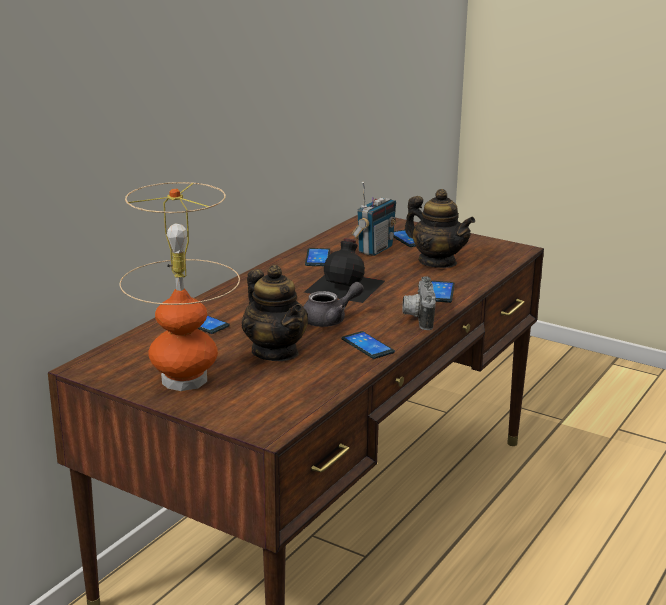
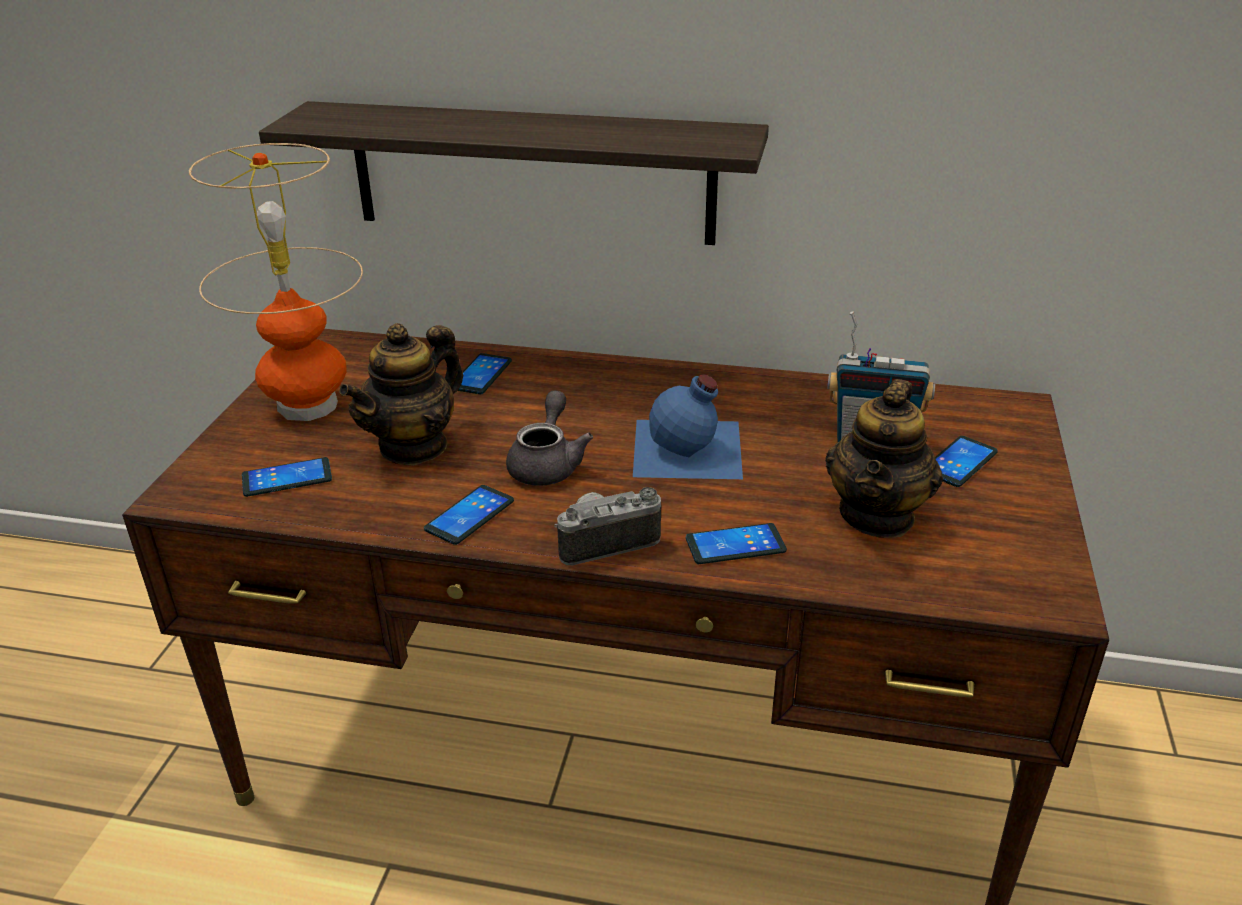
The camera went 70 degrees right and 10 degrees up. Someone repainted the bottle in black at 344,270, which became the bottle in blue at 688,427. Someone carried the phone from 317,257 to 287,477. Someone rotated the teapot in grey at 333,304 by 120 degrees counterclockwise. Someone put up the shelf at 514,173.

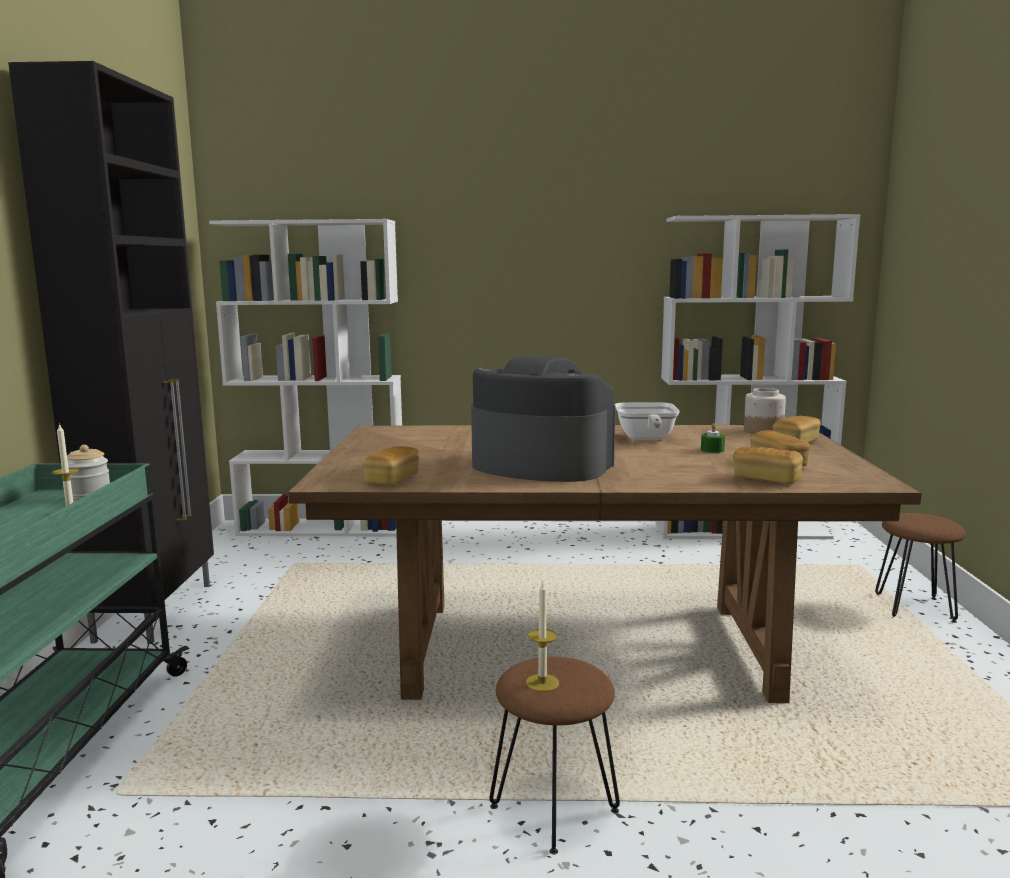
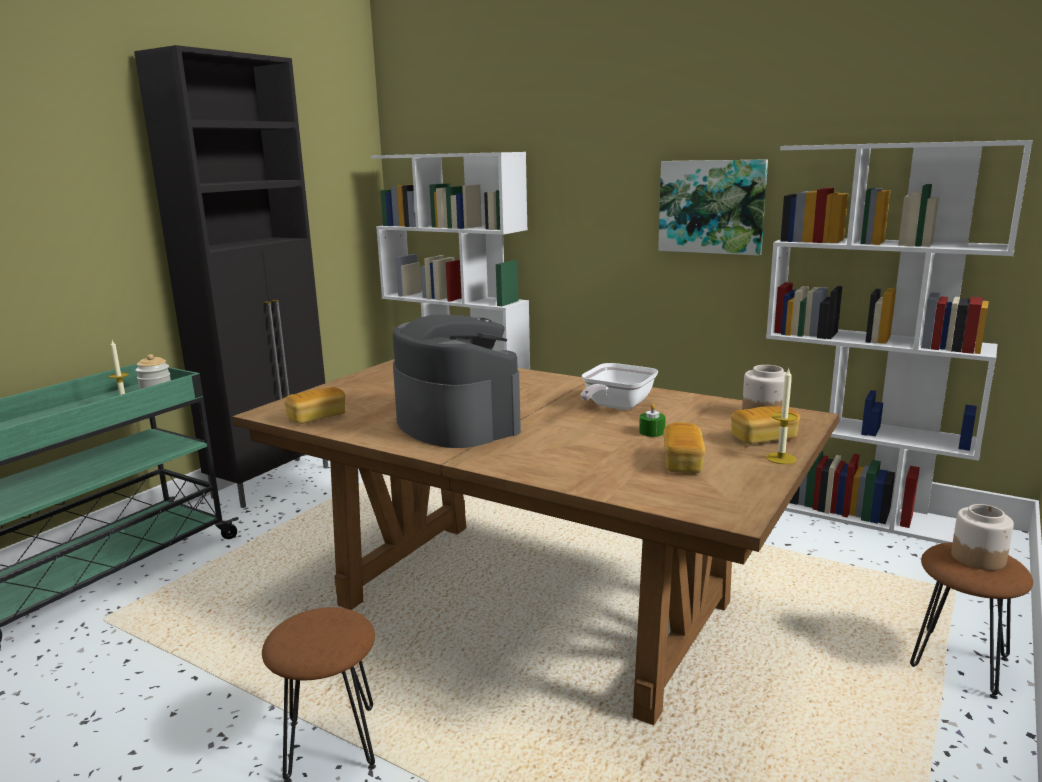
The camera went 30 degrees right and 5 degrees up. Someone took away the bread at 768,465. Someone carried the candle from 542,637 to 782,416. Someone put up the picture at 713,207. Someone put down the jar at 982,537.

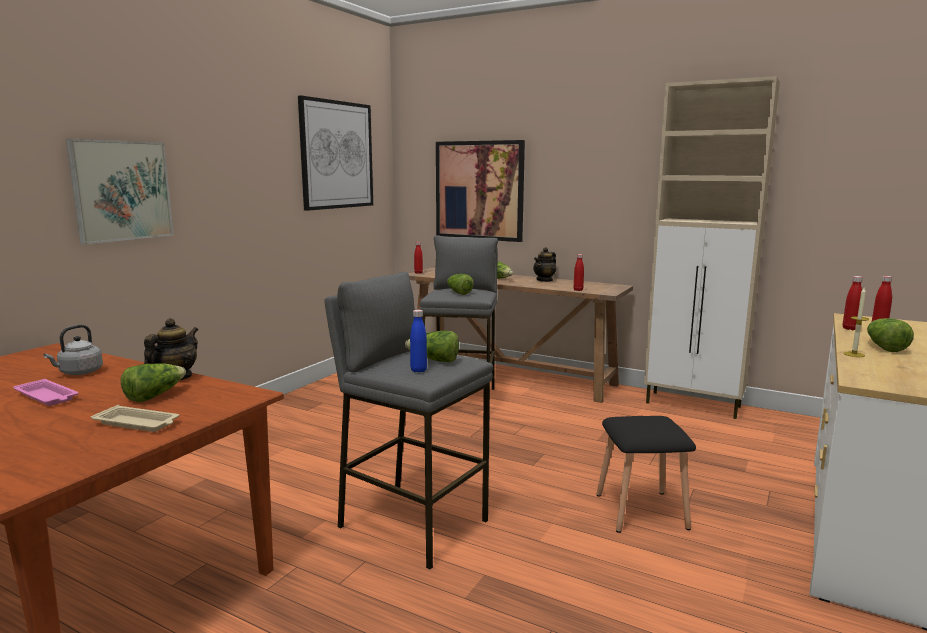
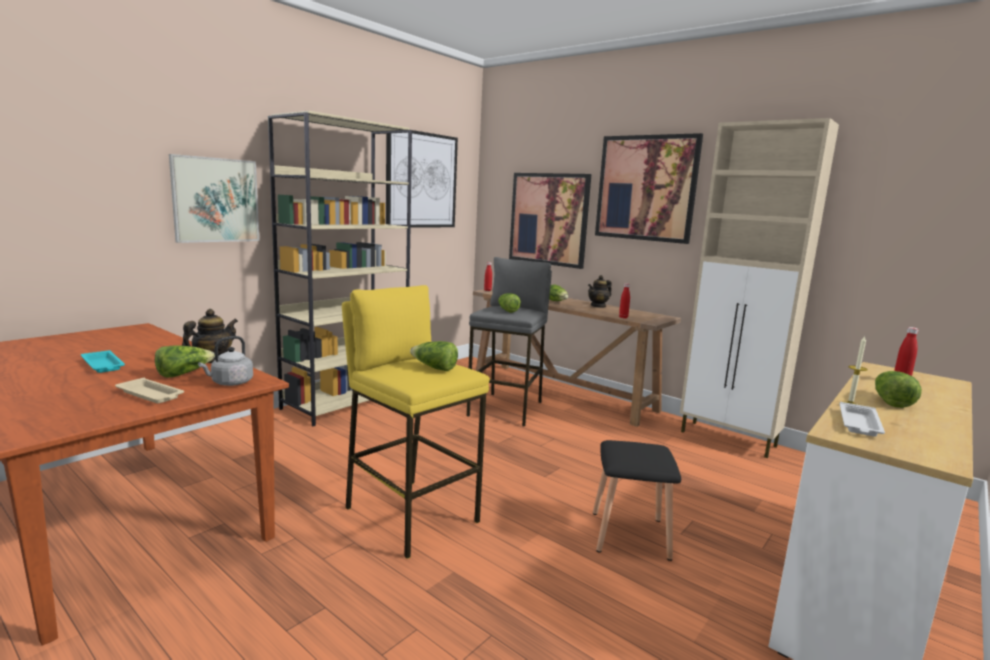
The camera went 10 degrees right and 0 degrees up. Someone repainted the stool in grey at 408,420, which became the stool in yellow at 416,422. Someone took away the bottle in red at 853,303. Someone took away the bottle in blue at 418,341. Someone carried the kettle in grey from 73,350 to 225,361. Someone repainted the tray in pink at 46,392, which became the tray in turquoise at 103,361. Someone put down the bookcase in beige at 340,268. Someone put up the picture at 649,188. Someone put down the tray in white at 862,419.

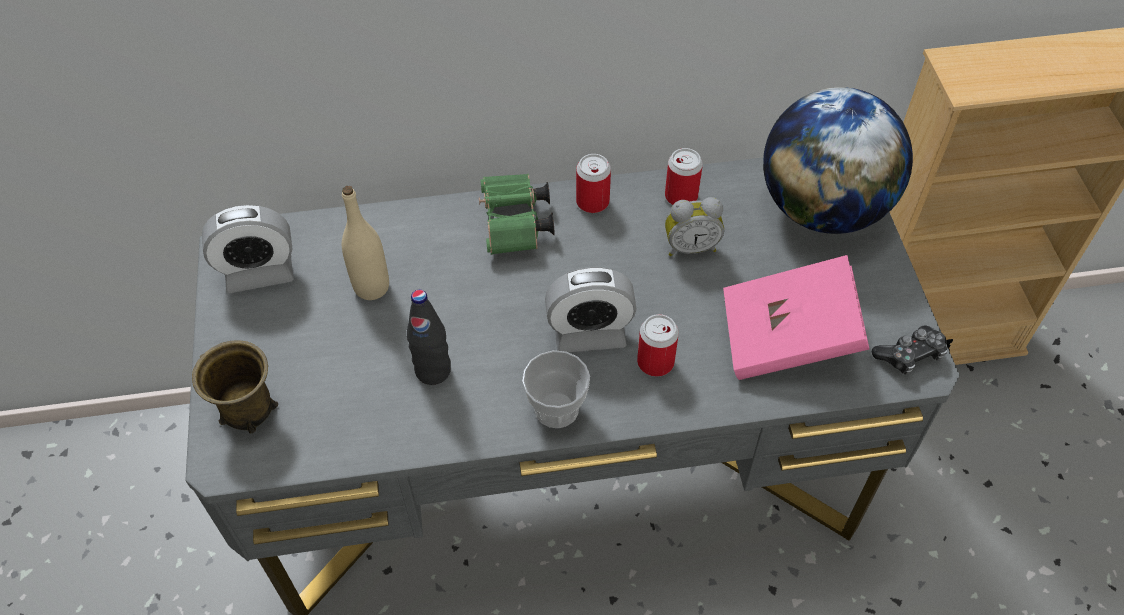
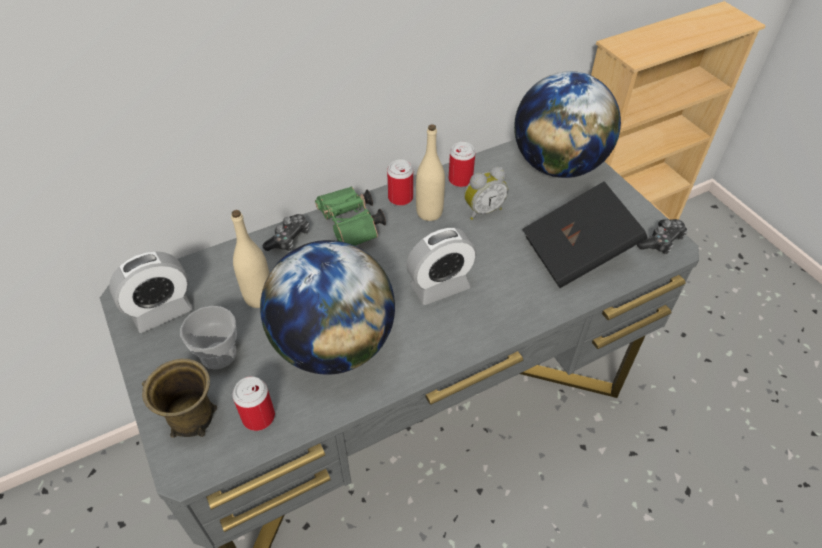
The camera went 20 degrees left and 5 degrees down. Someone repainted the book in pink at 796,317, which became the book in black at 584,234. Someone swapped the bottle in black at 429,337 for the globe at 327,307. Someone carried the can from 658,345 to 254,403. Someone carried the cup from 556,389 to 208,337. Someone put down the bottle in beige at 430,172. Someone put down the game controller at 285,232.

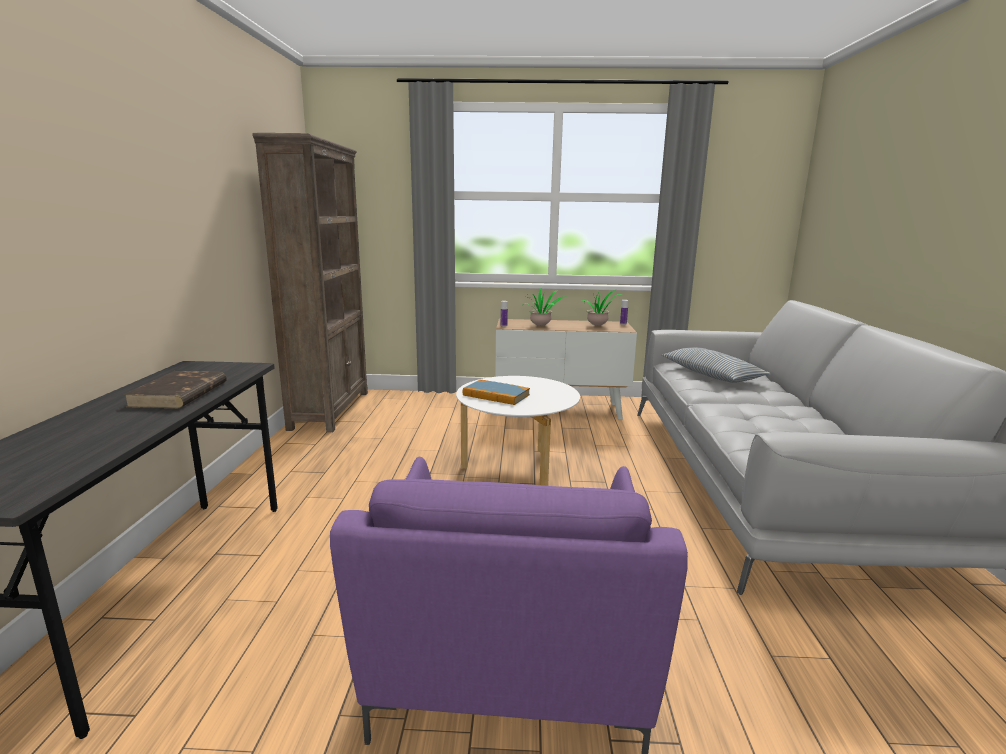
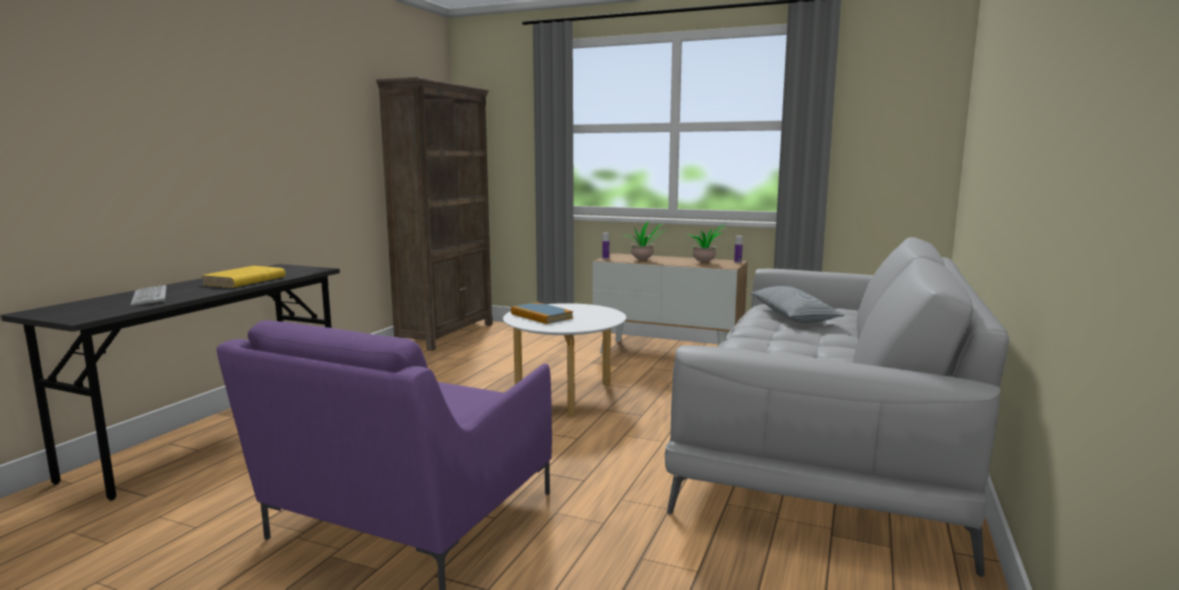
The camera went 20 degrees right and 5 degrees down. Someone repainted the book in brown at 175,390, which became the book in yellow at 243,277. Someone put down the keyboard at 148,295.

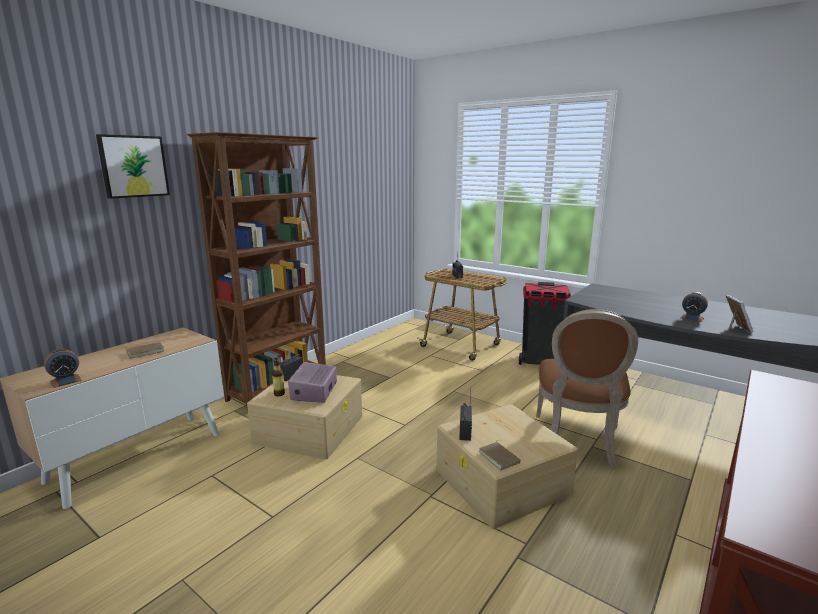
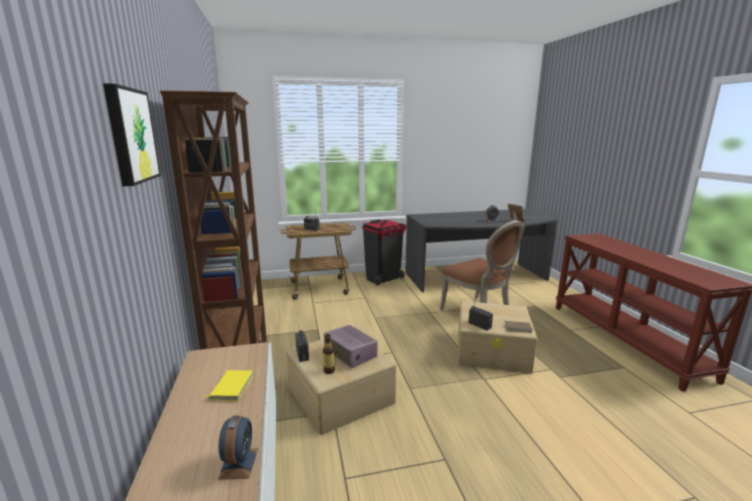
The camera went 50 degrees left and 0 degrees up. Someone repainted the book in brown at 144,350, which became the book in yellow at 226,386.

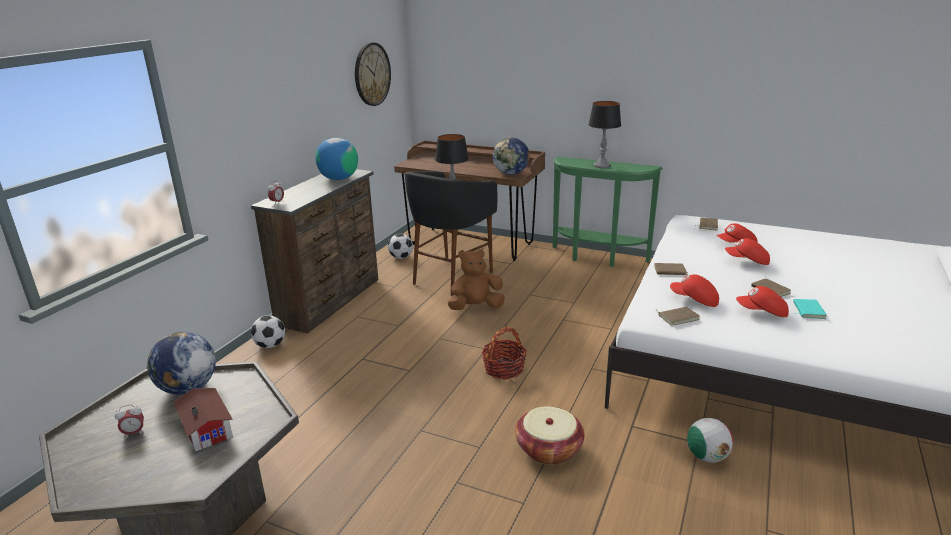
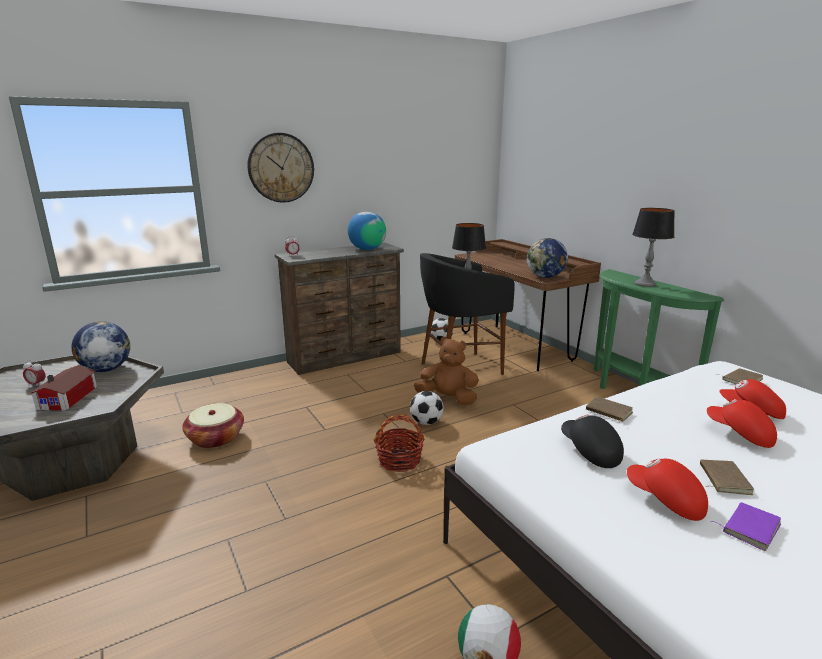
The camera went 35 degrees right and 5 degrees down. Someone carried the wall clock from 373,74 to 280,168. Someone repainted the cap in red at 694,290, which became the cap in black at 592,441. Someone repainted the book in turquoise at 810,309, which became the book in purple at 746,526. Someone took away the book in brown at 677,316. Someone carried the football from 268,331 to 427,408. Someone carried the basket from 550,436 to 213,425.

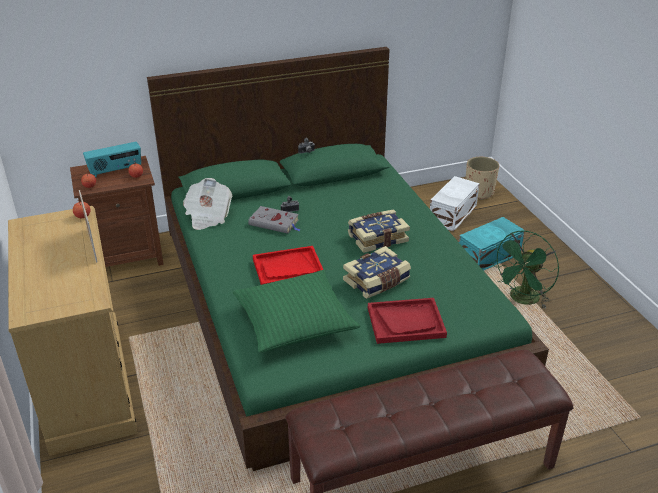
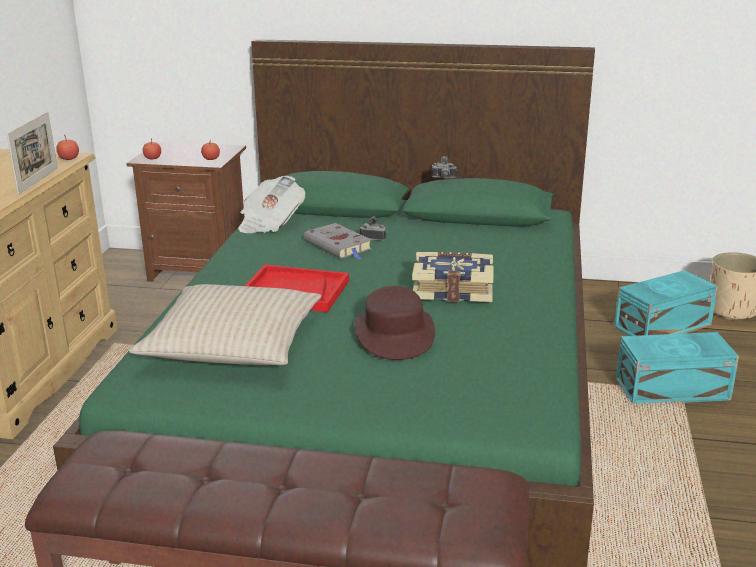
The camera went 30 degrees right and 10 degrees down. Someone took away the radio at 112,159. Someone repainted the storage box in white at 454,203, which became the storage box in turquoise at 666,303. Someone took away the fan in green at 525,269. Someone swapped the book at 377,272 for the hat in brown at 395,323. Someone repainted the pillow in green at 296,311, which became the pillow in beige at 225,324. Someone took away the tray in red at 407,321.

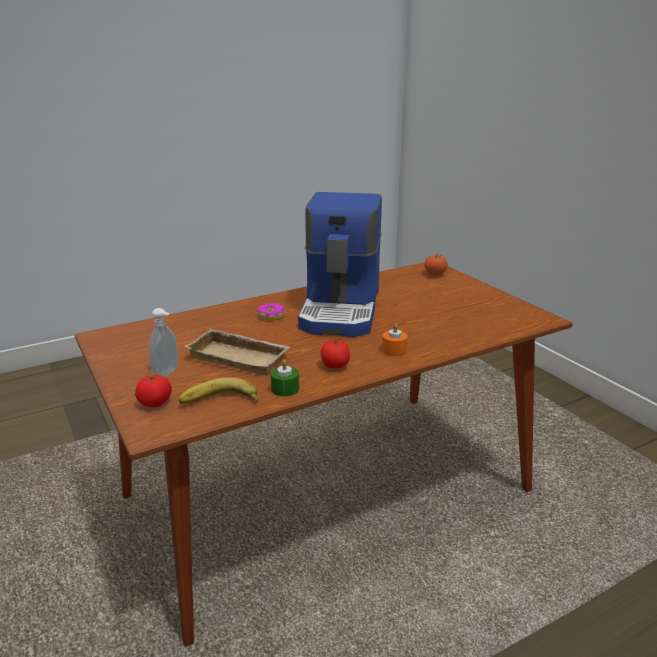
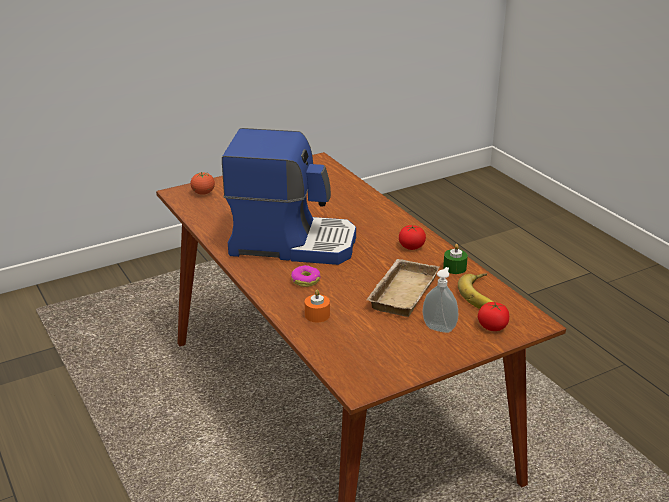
The camera went 90 degrees left and 5 degrees up. Someone carried the candle in orange from 395,339 to 317,306.

